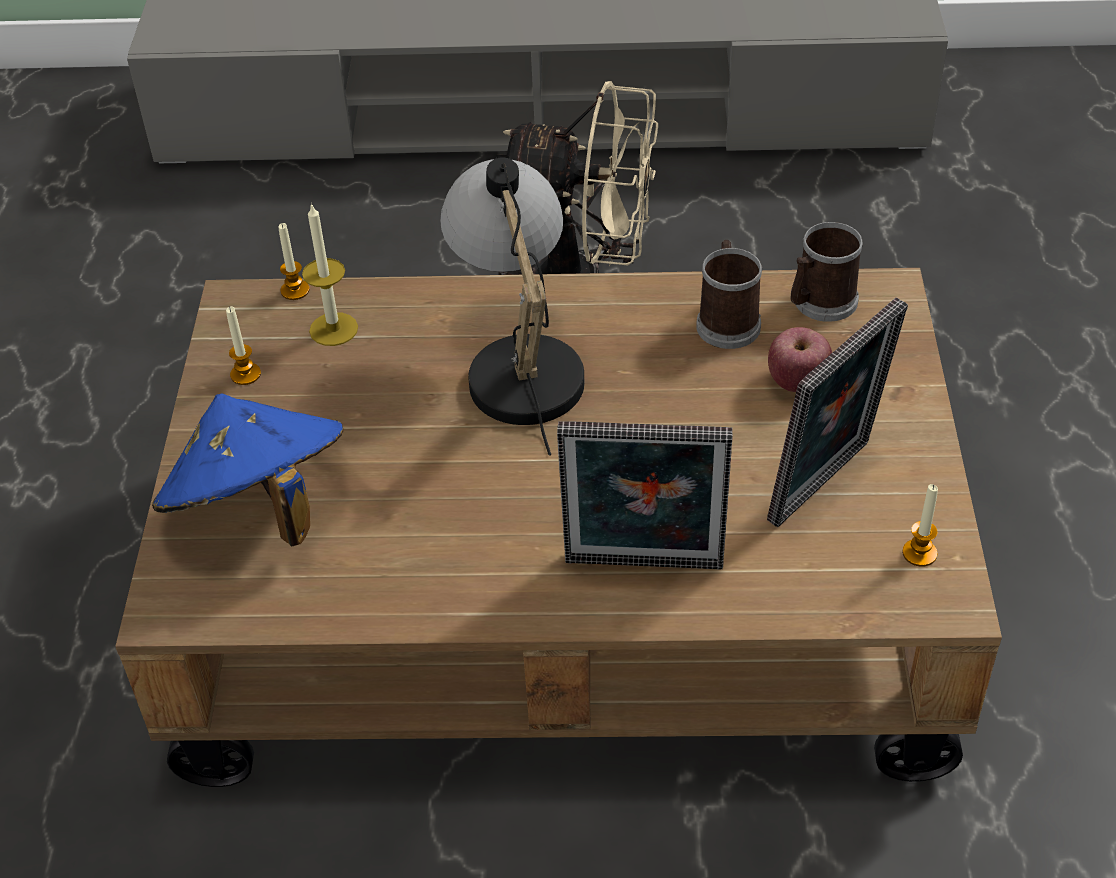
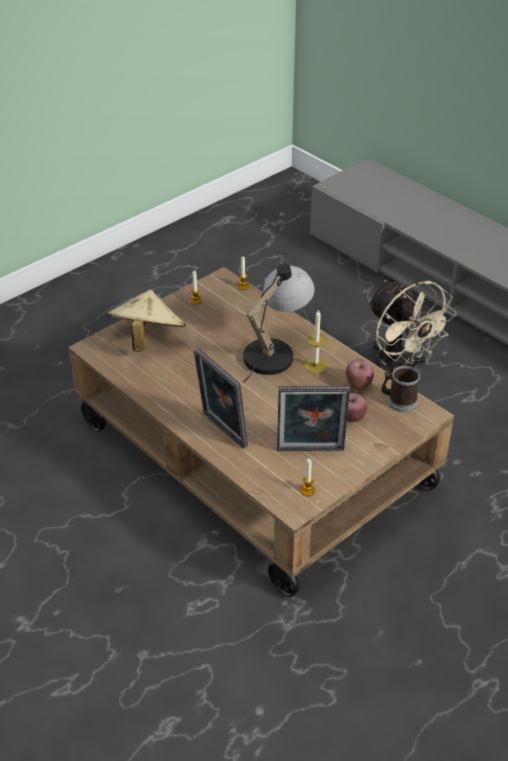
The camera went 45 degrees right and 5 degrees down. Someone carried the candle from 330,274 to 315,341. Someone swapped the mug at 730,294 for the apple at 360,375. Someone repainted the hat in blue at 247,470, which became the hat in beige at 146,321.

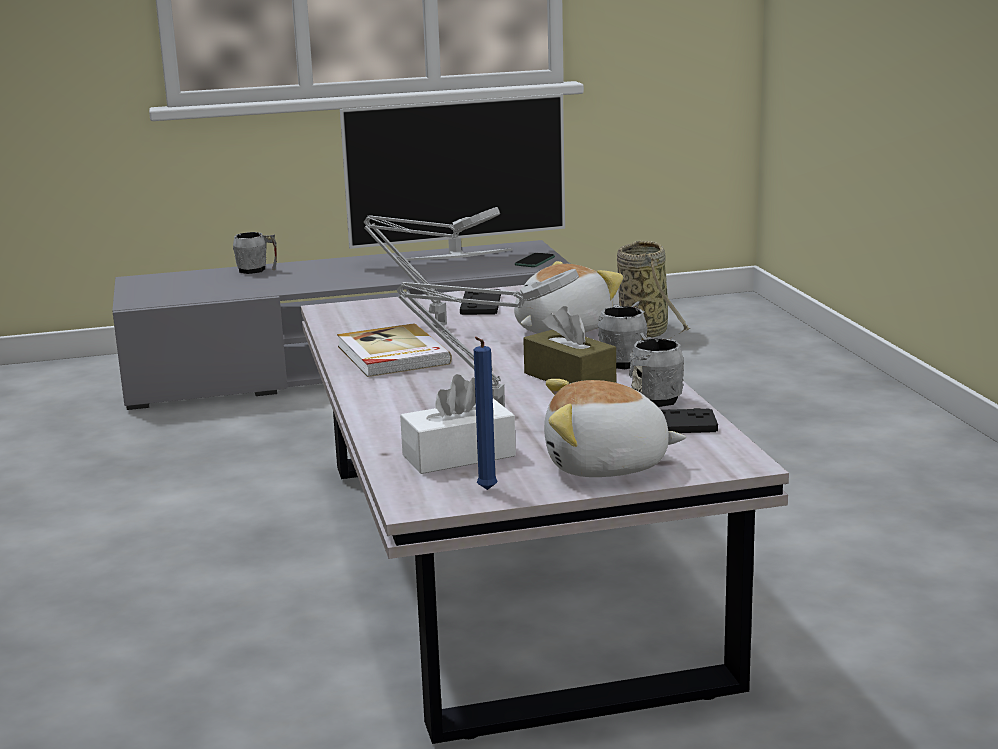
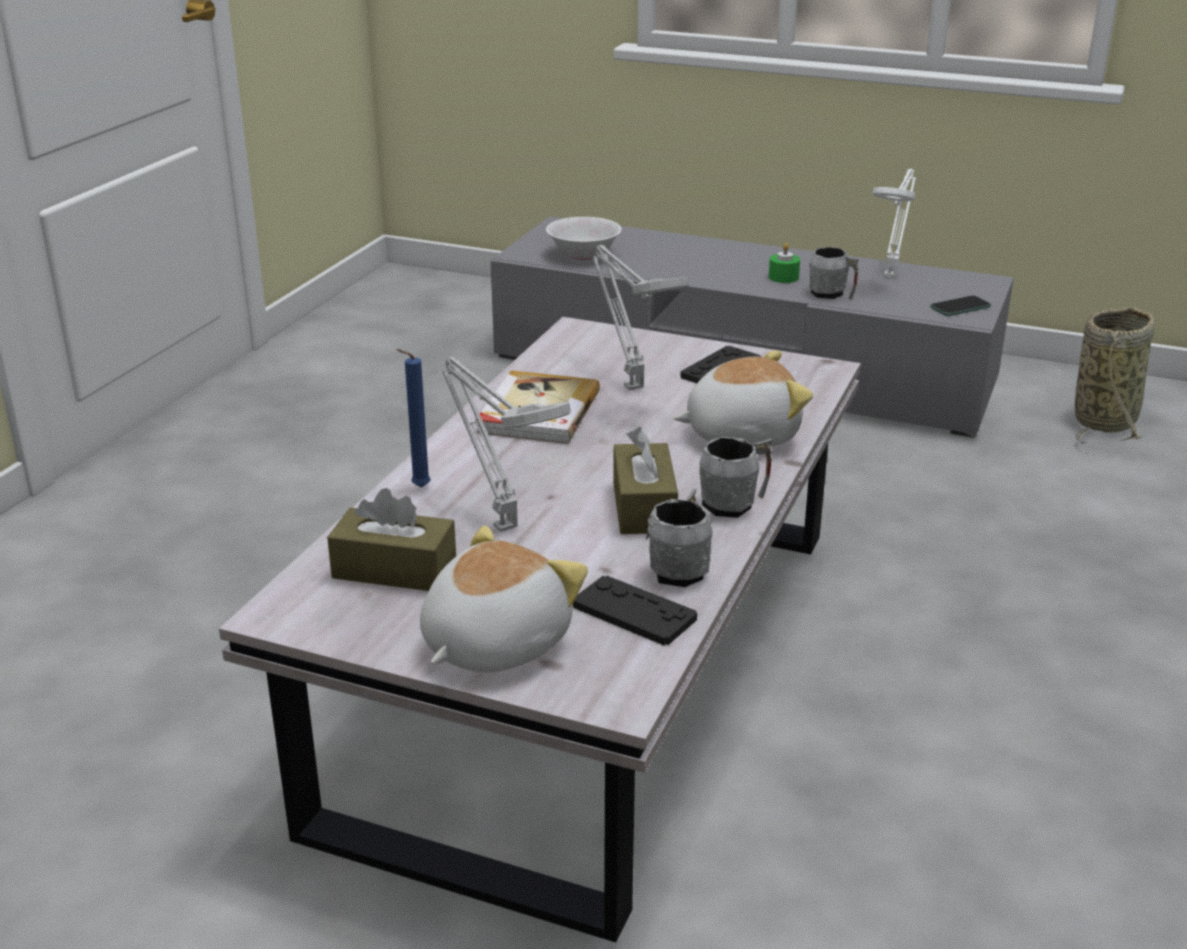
The camera went 35 degrees right and 10 degrees up. Someone swapped the television at 452,177 for the table lamp in white at 894,223. Someone carried the mug in grey from 255,253 to 834,273. Someone carried the candle in blue from 485,413 to 413,418. Someone repainted the tissue box in white at 458,424, which became the tissue box in brown at 391,539. Someone rotated the plush toy at 615,428 by 90 degrees clockwise. Someone put down the bowl in white at 584,238. Someone put down the candle in green at 784,263.

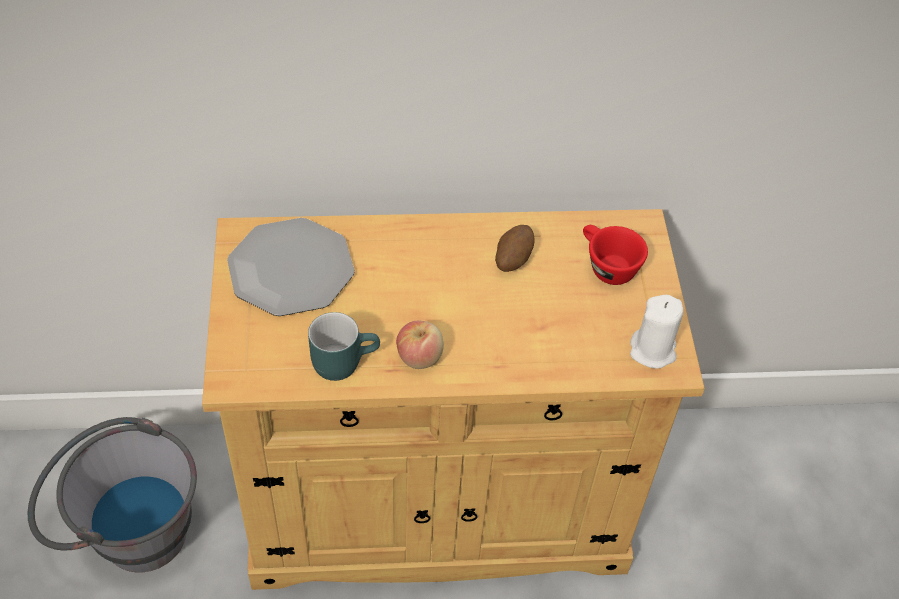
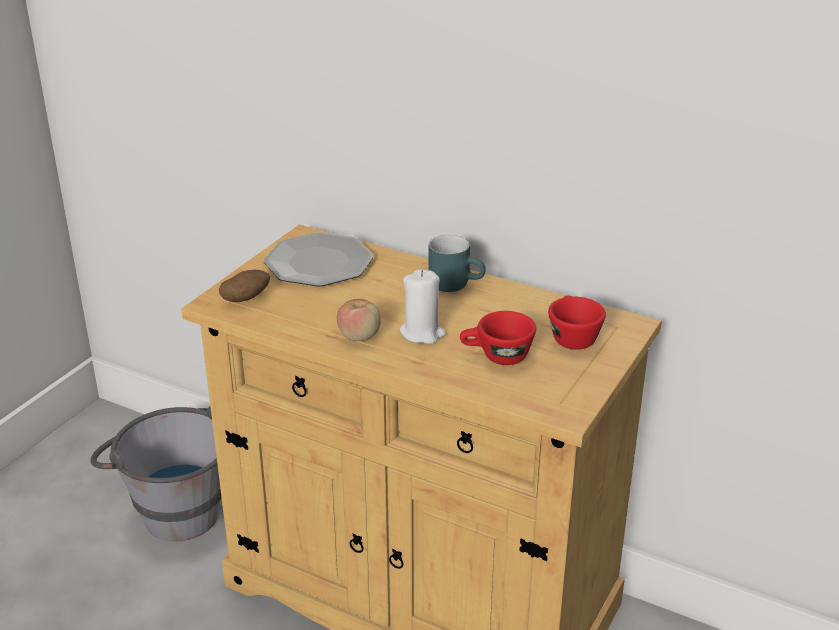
The camera went 35 degrees right and 20 degrees down. Someone carried the potato from 515,248 to 244,286. Someone carried the candle in white from 656,331 to 423,307. Someone carried the mug in turquoise from 344,346 to 457,263. Someone put down the cup in red at 498,338.

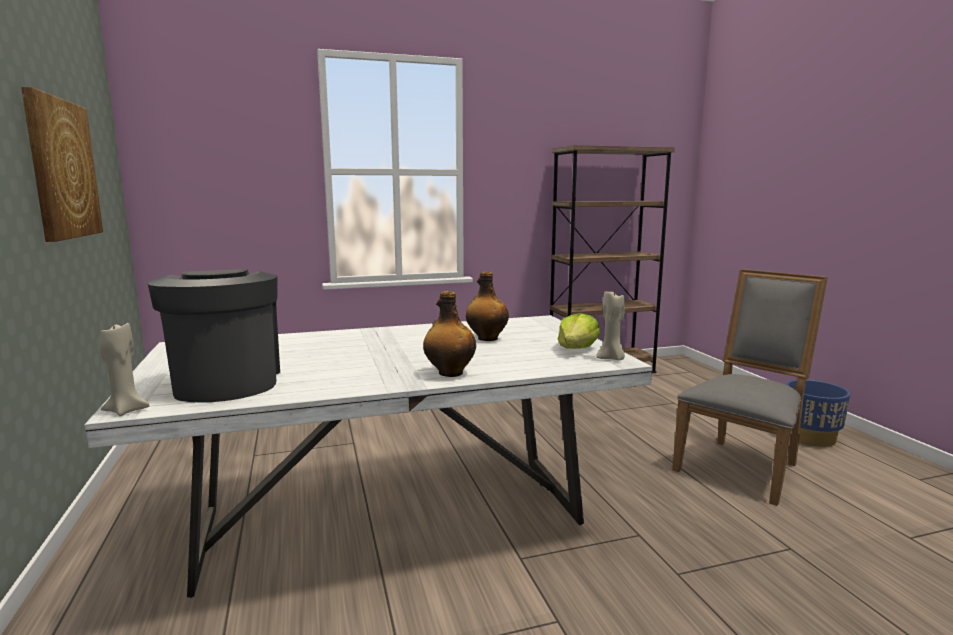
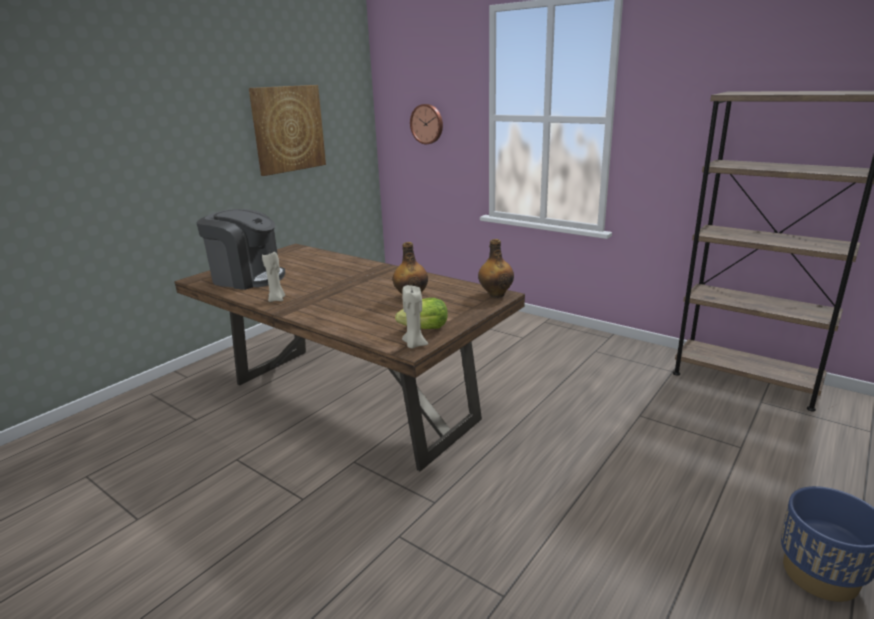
The camera went 55 degrees right and 10 degrees up. Someone rotated the coffee machine at 214,336 by 75 degrees clockwise. Someone took away the chair in grey at 750,387. Someone carried the bottle from 449,334 to 496,268. Someone repainted the dining table in white at 368,456, which became the dining table in brown at 349,357. Someone carried the candle in beige from 125,369 to 273,277. Someone put up the wall clock at 426,124.

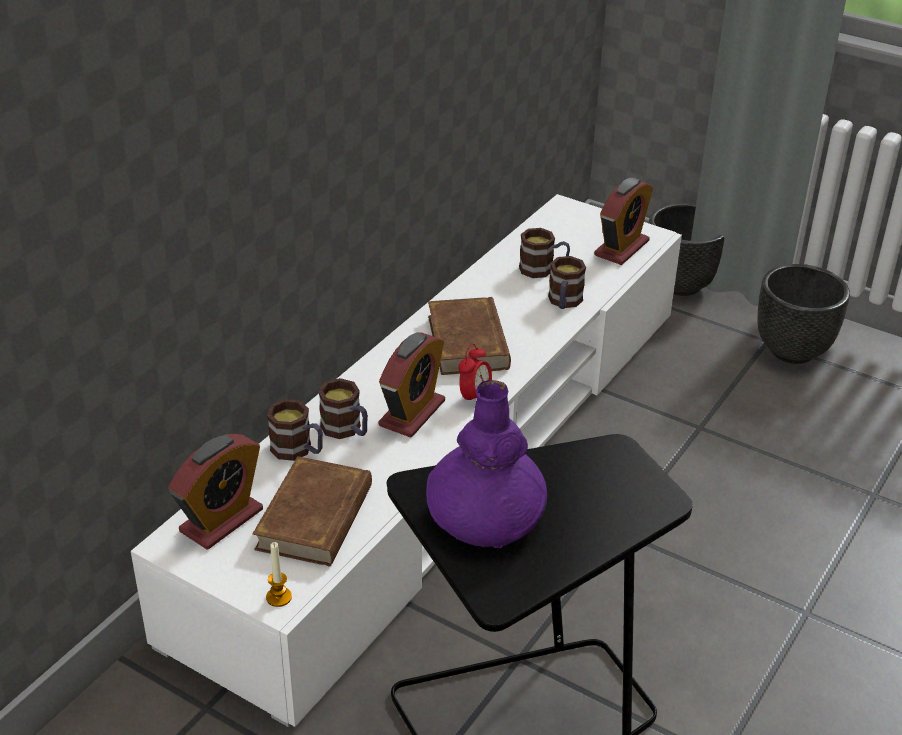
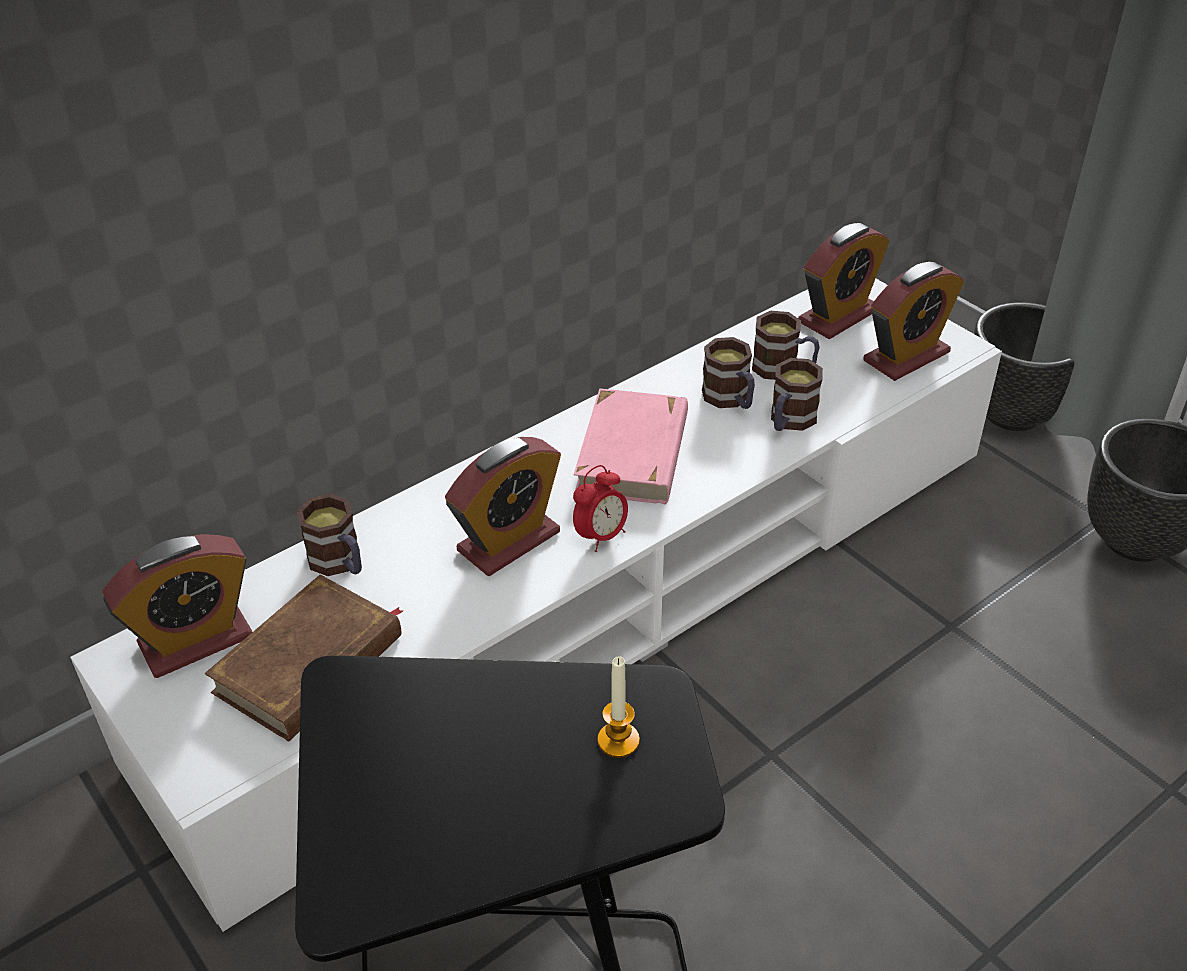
The camera went 20 degrees right and 5 degrees up. Someone repainted the book in brown at 469,336, which became the book in pink at 631,447. Someone carried the mug from 343,408 to 728,373. Someone took away the vase in purple at 486,464. Someone carried the candle from 279,574 to 618,707. Someone put down the alarm clock at 844,281.

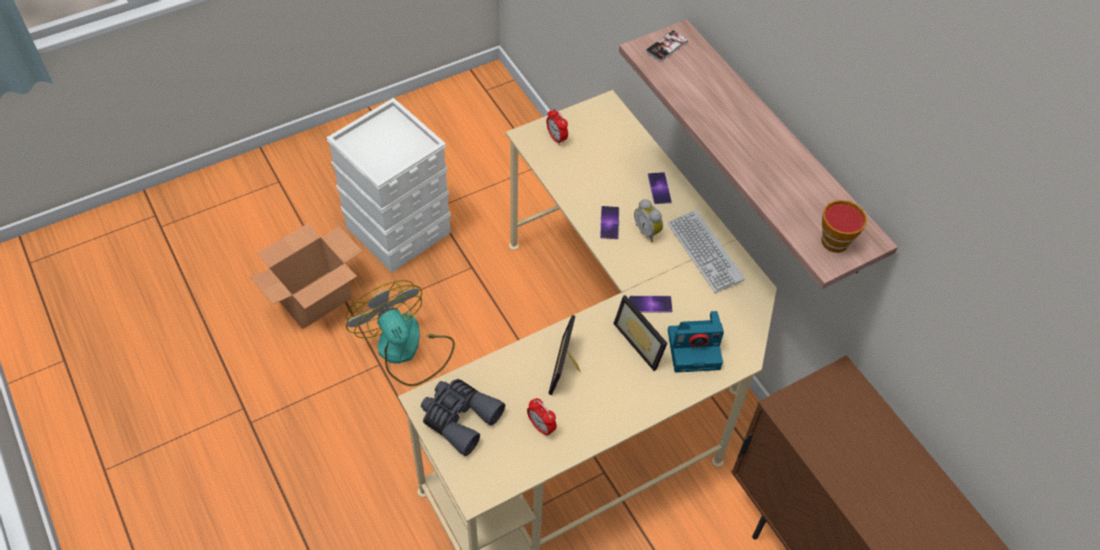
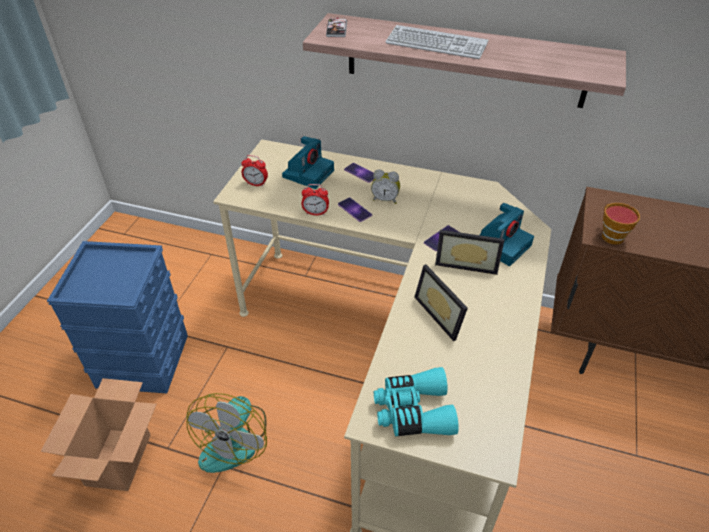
The camera went 40 degrees left and 10 degrees down. Someone repainted the storage box in white at 388,185, which became the storage box in blue at 117,317. Someone carried the cup from 844,226 to 621,224. Someone carried the keyboard from 706,251 to 437,42. Someone rotated the fan at 400,333 by 90 degrees counterclockwise. Someone repainted the binoculars in grey at 463,417, which became the binoculars in turquoise at 416,401. Someone carried the alarm clock from 542,417 to 315,200. Someone put down the photo camera at 308,162.

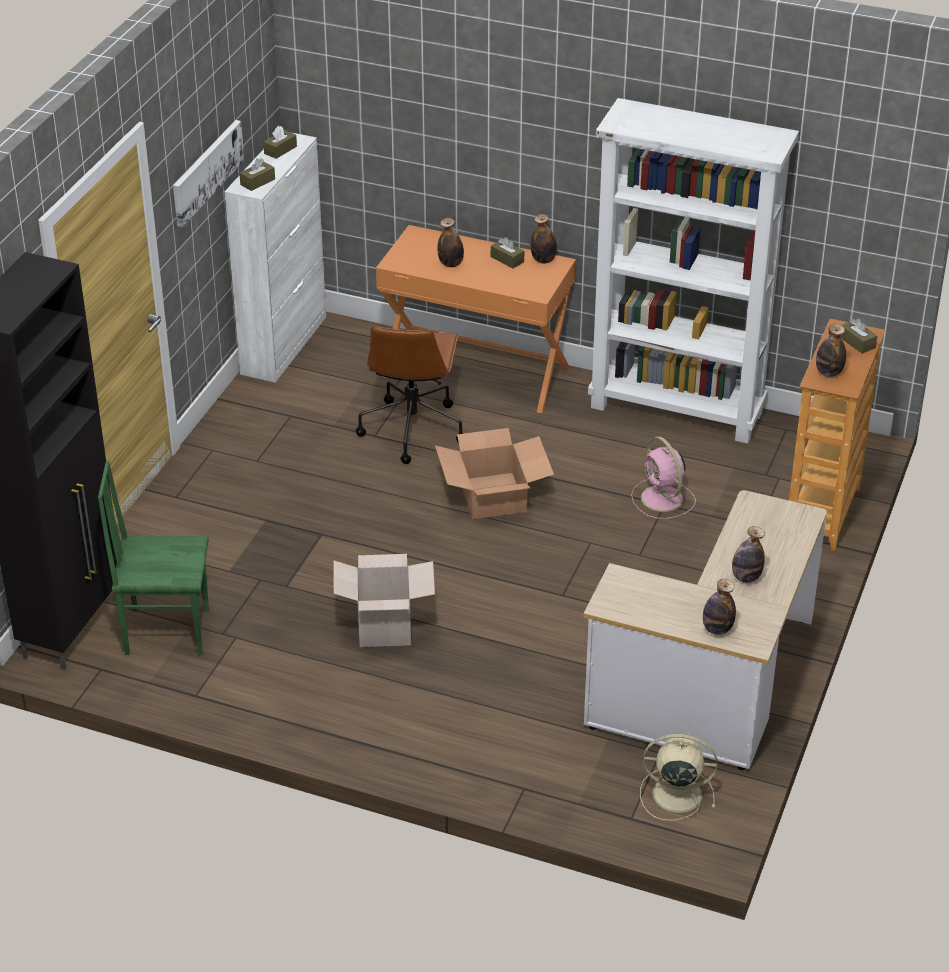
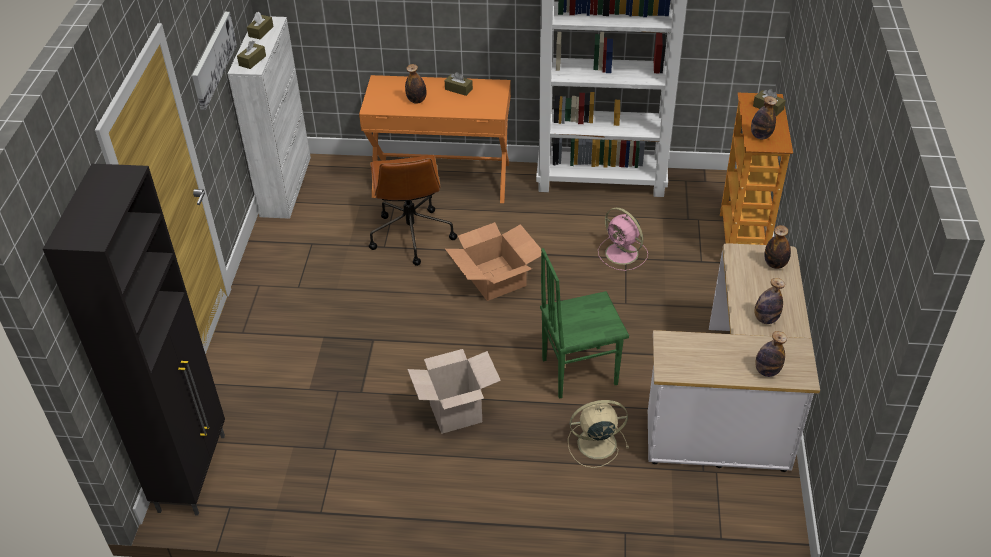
The camera went 15 degrees left and 5 degrees up. Someone carried the bottle from 544,239 to 778,247. Someone carried the chair in green from 153,558 to 584,323. Someone carried the fan in beige from 679,777 to 598,434.

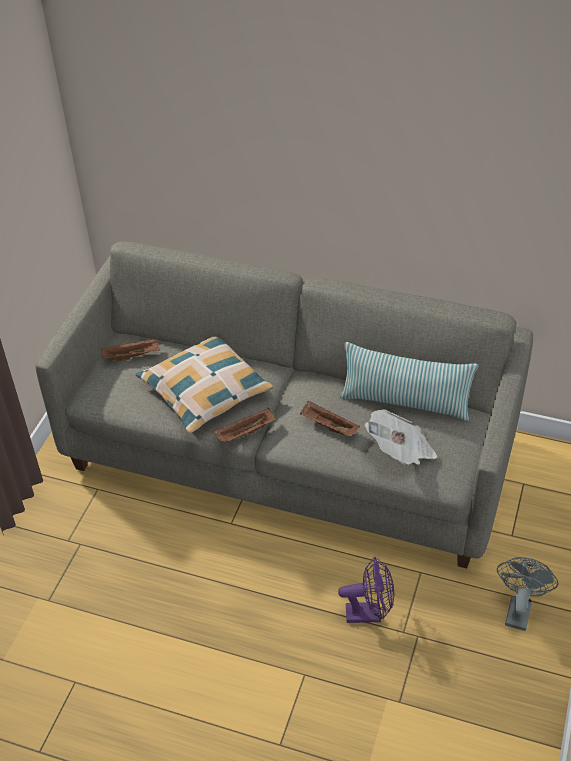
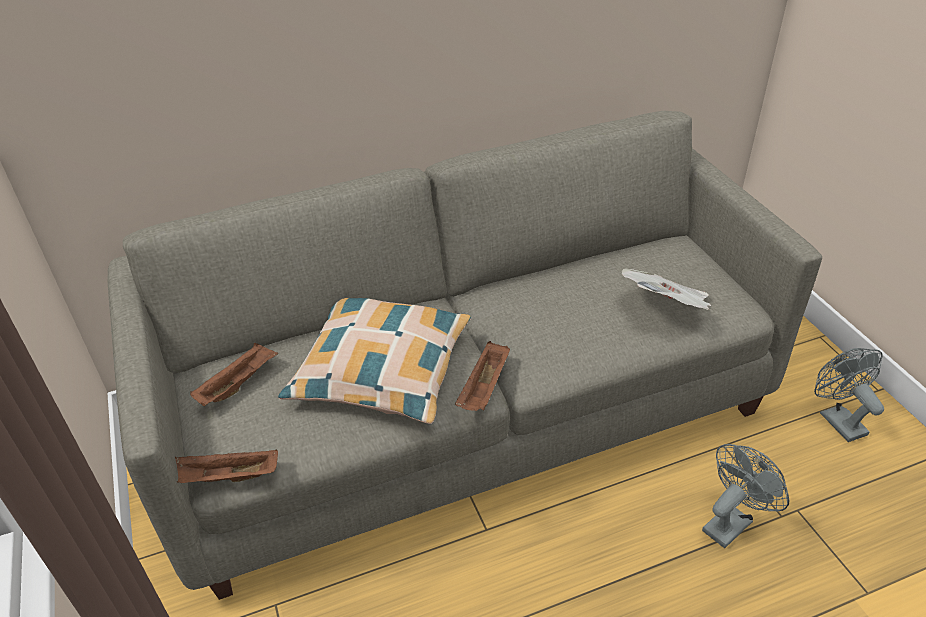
The camera went 40 degrees left and 5 degrees down. Someone took away the pillow at 409,381. Someone carried the tray in brown from 330,418 to 226,466. Someone repainted the fan in purple at 366,590, which became the fan in grey at 745,496.

